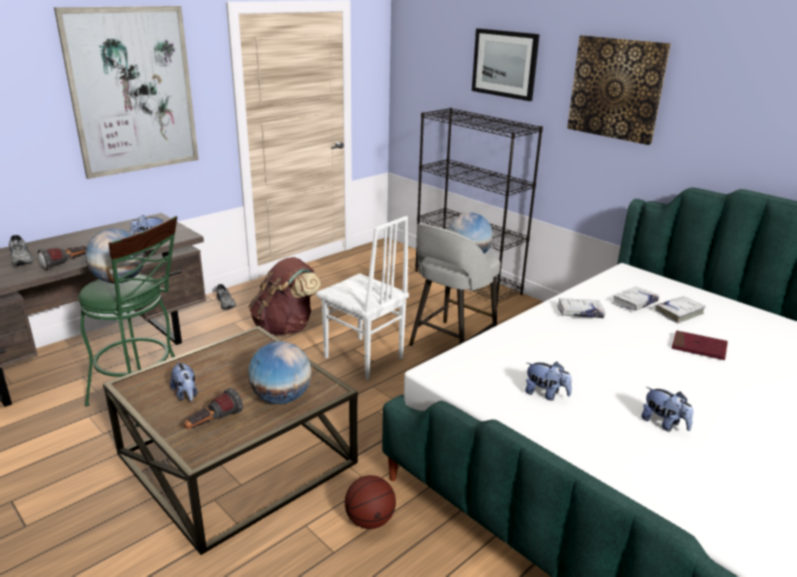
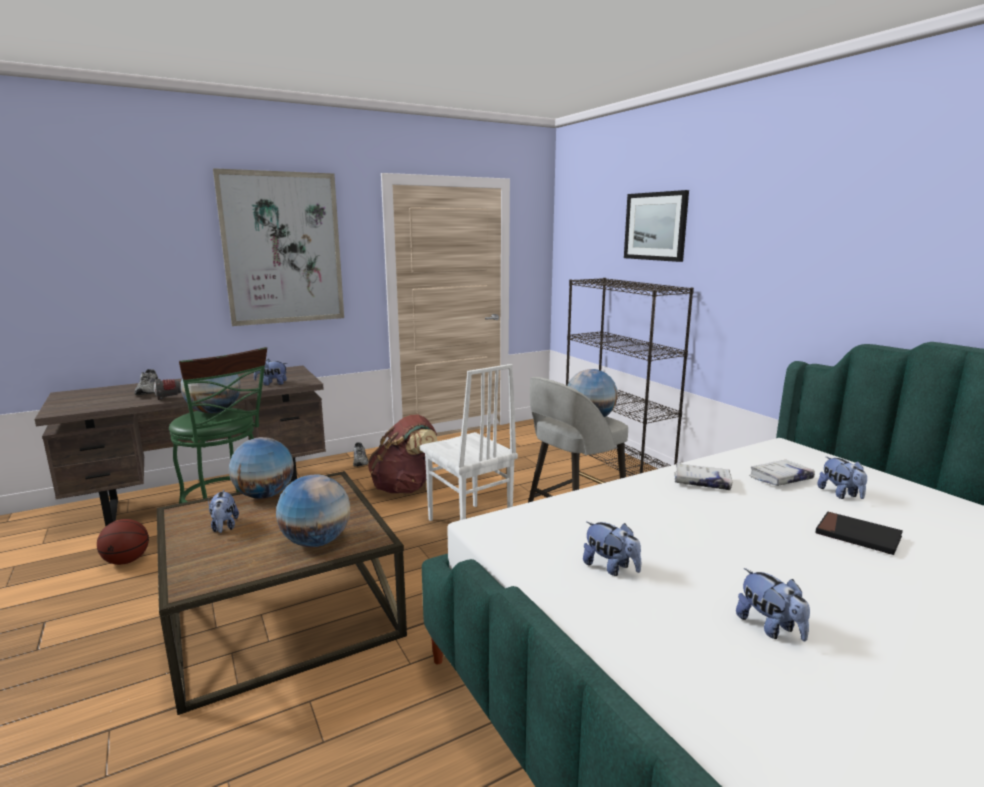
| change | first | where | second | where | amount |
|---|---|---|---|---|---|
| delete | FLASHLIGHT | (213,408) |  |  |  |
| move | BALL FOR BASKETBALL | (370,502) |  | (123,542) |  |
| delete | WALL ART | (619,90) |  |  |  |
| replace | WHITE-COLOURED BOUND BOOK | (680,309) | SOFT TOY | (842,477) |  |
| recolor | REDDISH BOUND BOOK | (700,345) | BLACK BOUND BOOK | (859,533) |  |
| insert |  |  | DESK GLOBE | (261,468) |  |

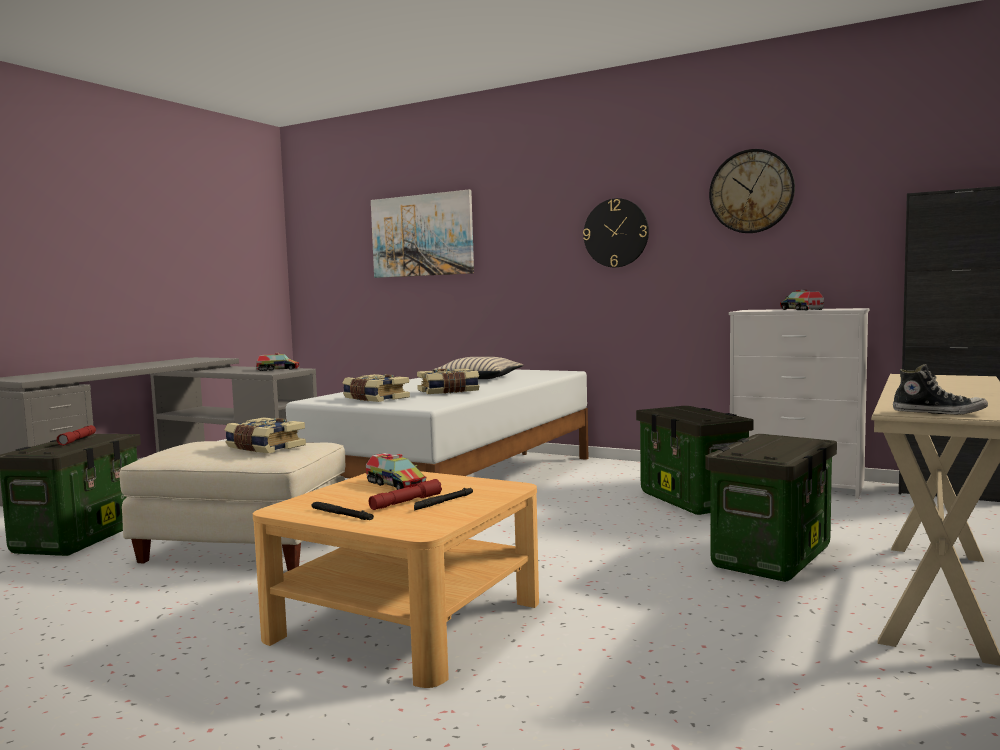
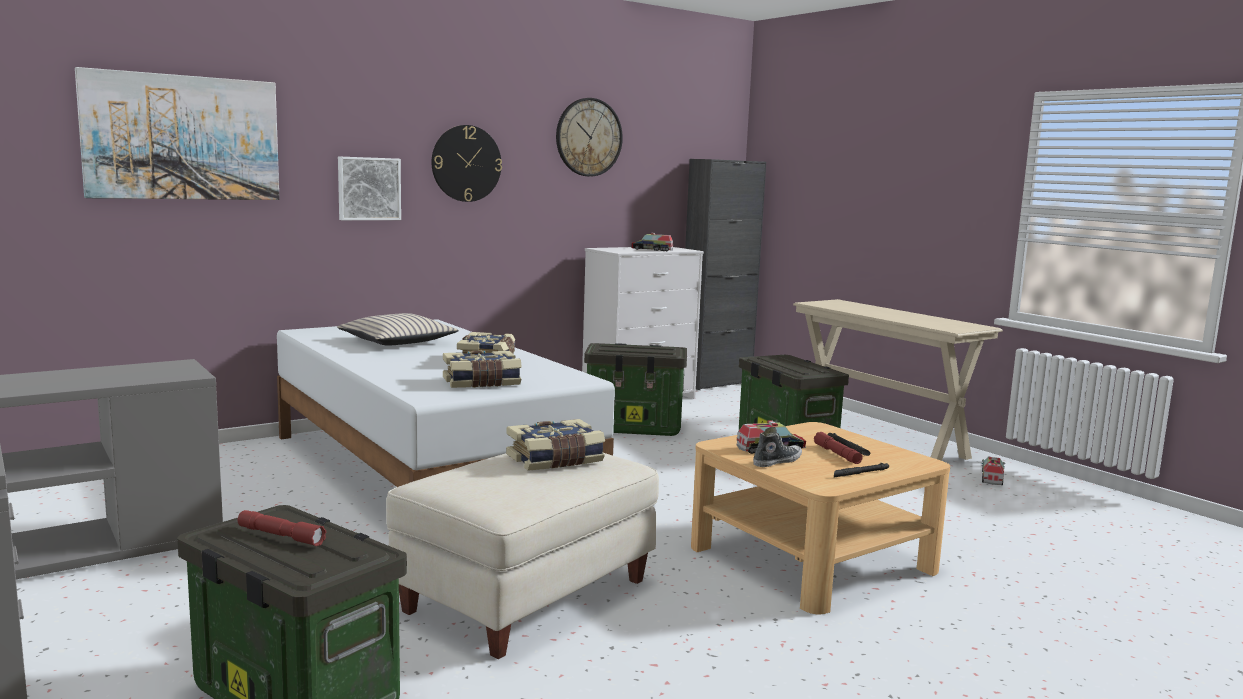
| change | first | where | second | where | amount |
|---|---|---|---|---|---|
| move | TOY LORRY | (278,362) |  | (993,471) |  |
| move | LOW SHOE | (940,389) |  | (777,447) |  |
| insert |  |  | WALL ART | (369,188) |  |

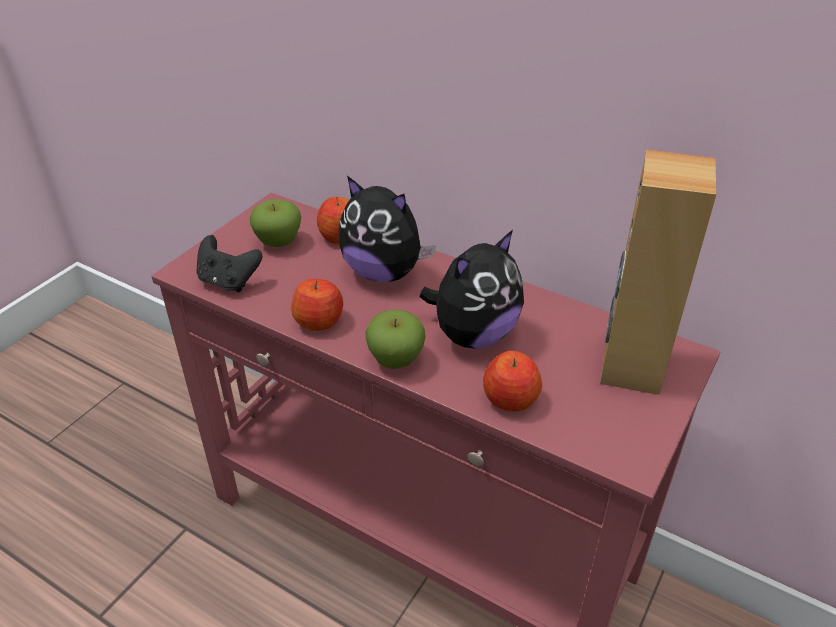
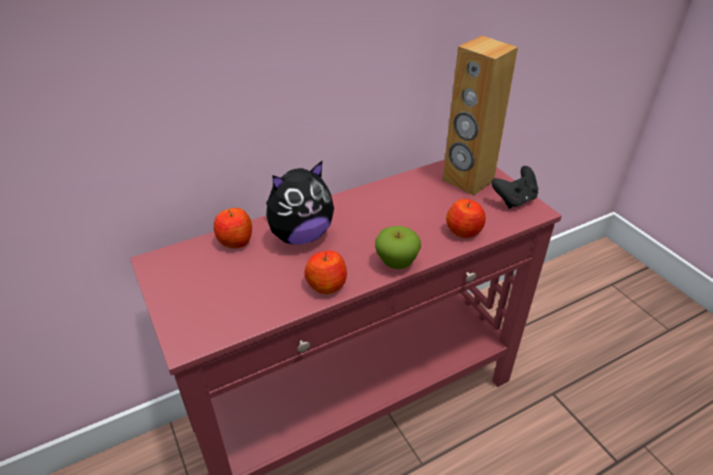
| change | first | where | second | where | amount |
|---|---|---|---|---|---|
| move | BLACK JOYPAD | (229,263) |  | (514,187) |  |
| delete | APPLE | (275,223) |  |  |  |
| delete | SOFT TOY | (472,289) |  |  |  |

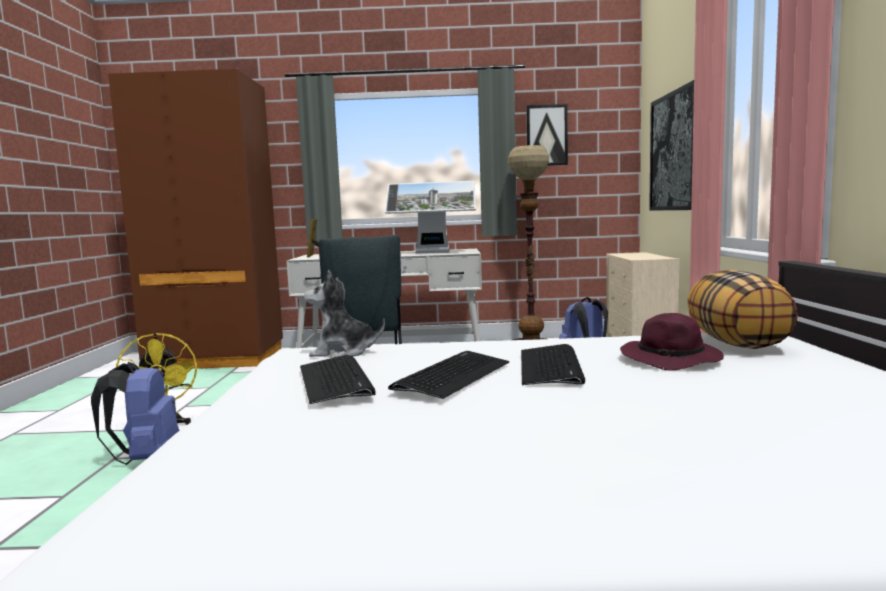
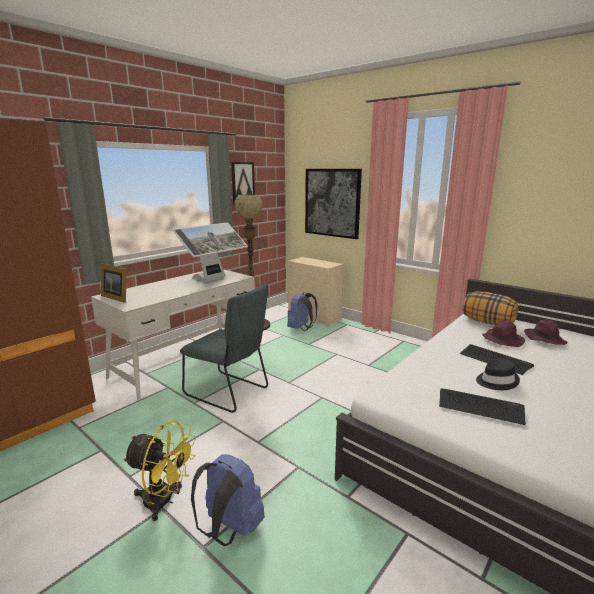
| change | first | where | second | where | amount |
|---|---|---|---|---|---|
| delete | SOFT TOY | (344,313) |  |  |  |
| replace | PC KEYBOARD | (448,375) | BLACK WEARABLE HAT | (498,374) |  |
| insert |  |  | PURPLE-COLOURED WEARABLE HAT | (545,332) |  |

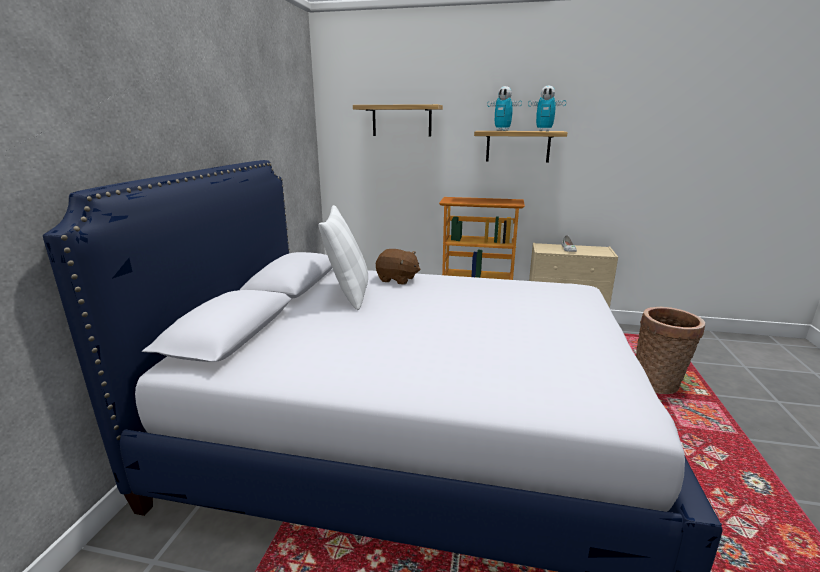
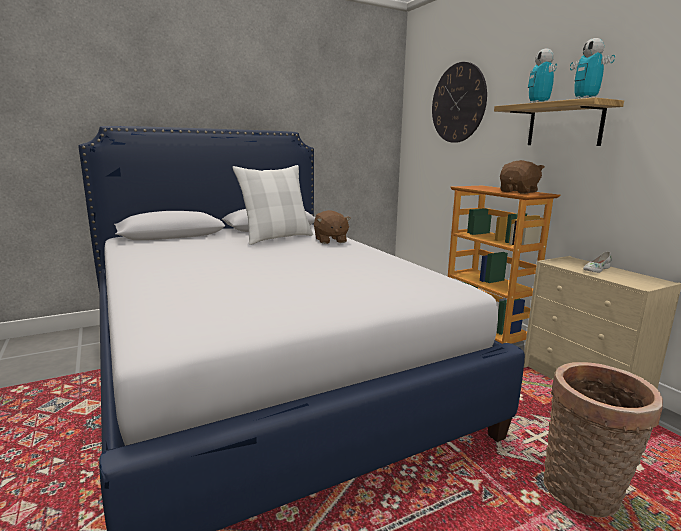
| change | first | where | second | where | amount |
|---|---|---|---|---|---|
| replace | BRACKET SHELF | (398,120) | HANGING CLOCK | (459,102) |  |
| insert |  |  | BROWN SOFT TOY | (522,177) |  |

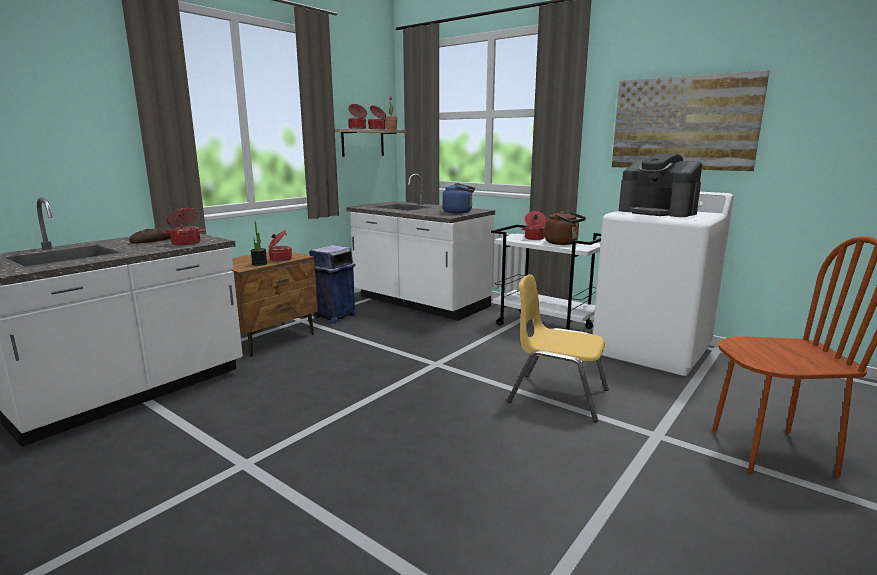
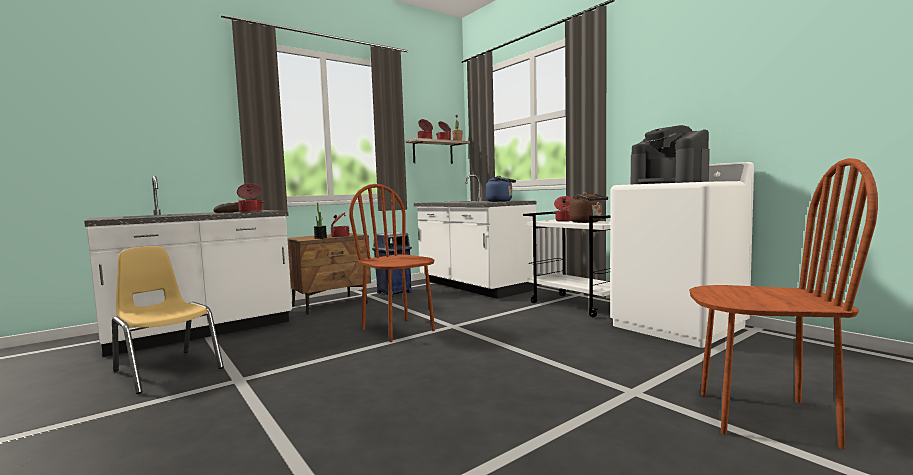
| change | first | where | second | where | amount |
|---|---|---|---|---|---|
| move | YELLOW CHAIR | (558,348) |  | (168,320) |  |
| delete | WALL ART | (691,120) |  |  |  |
| insert |  |  | BROWN CHAIR | (392,263) |  |

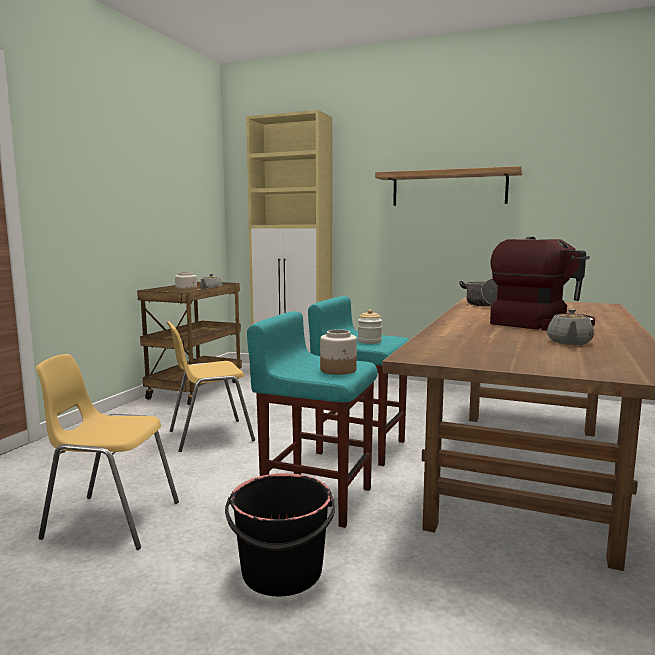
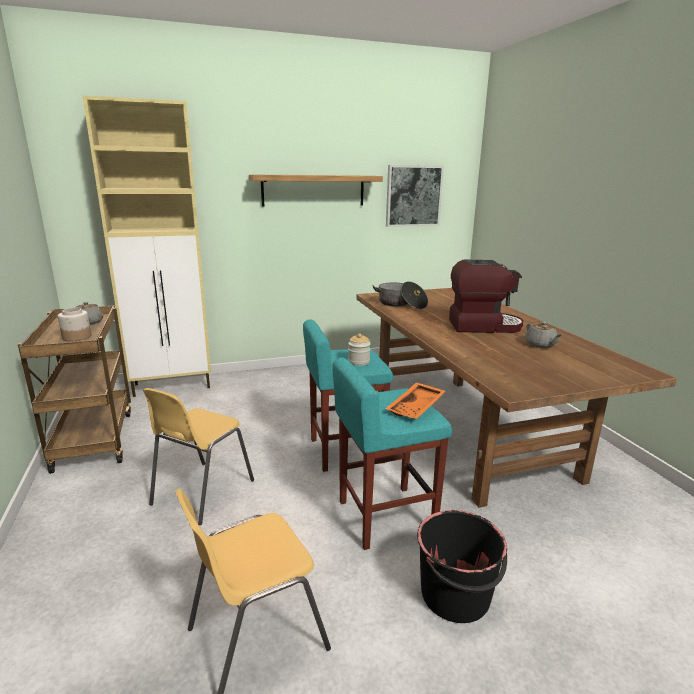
| change | first | where | second | where | amount |
|---|---|---|---|---|---|
| replace | JAR | (338,352) | ORANGE CARRYING TRAY | (416,400) |  |
| insert |  |  | WALL ART | (415,196) |  |

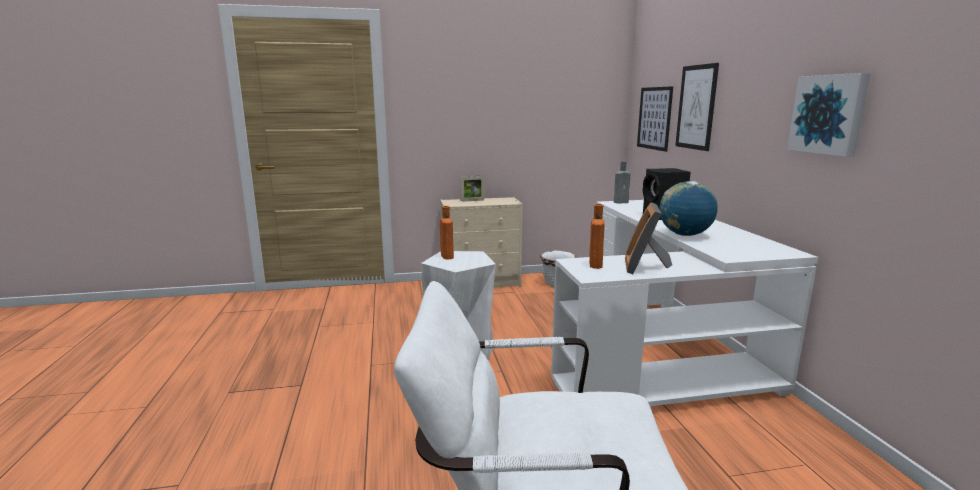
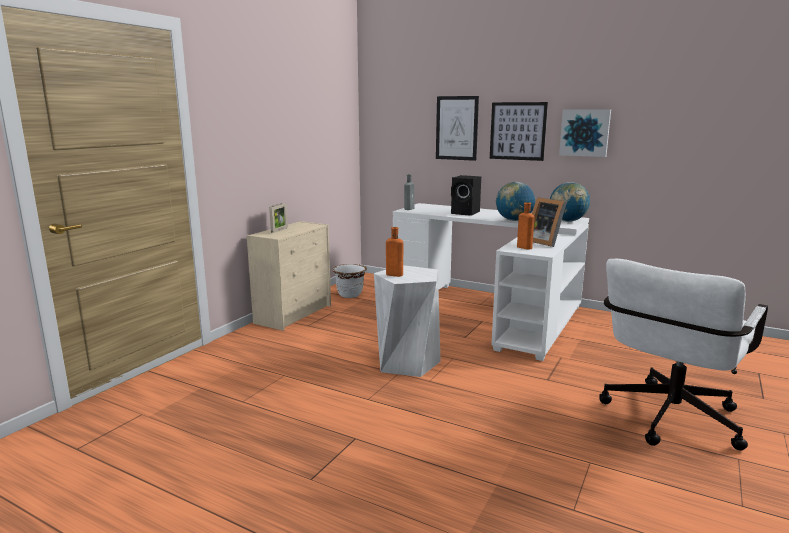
| change | first | where | second | where | amount |
|---|---|---|---|---|---|
| move | WALL ART | (655,119) |  | (519,131) |  |
| insert |  |  | DESK GLOBE | (570,202) |  |

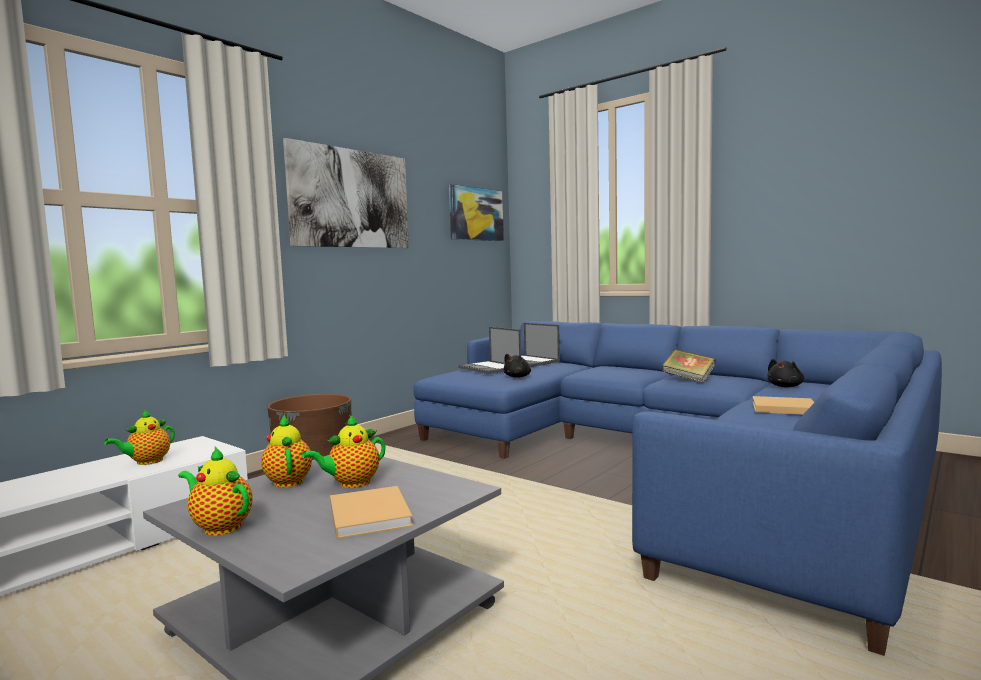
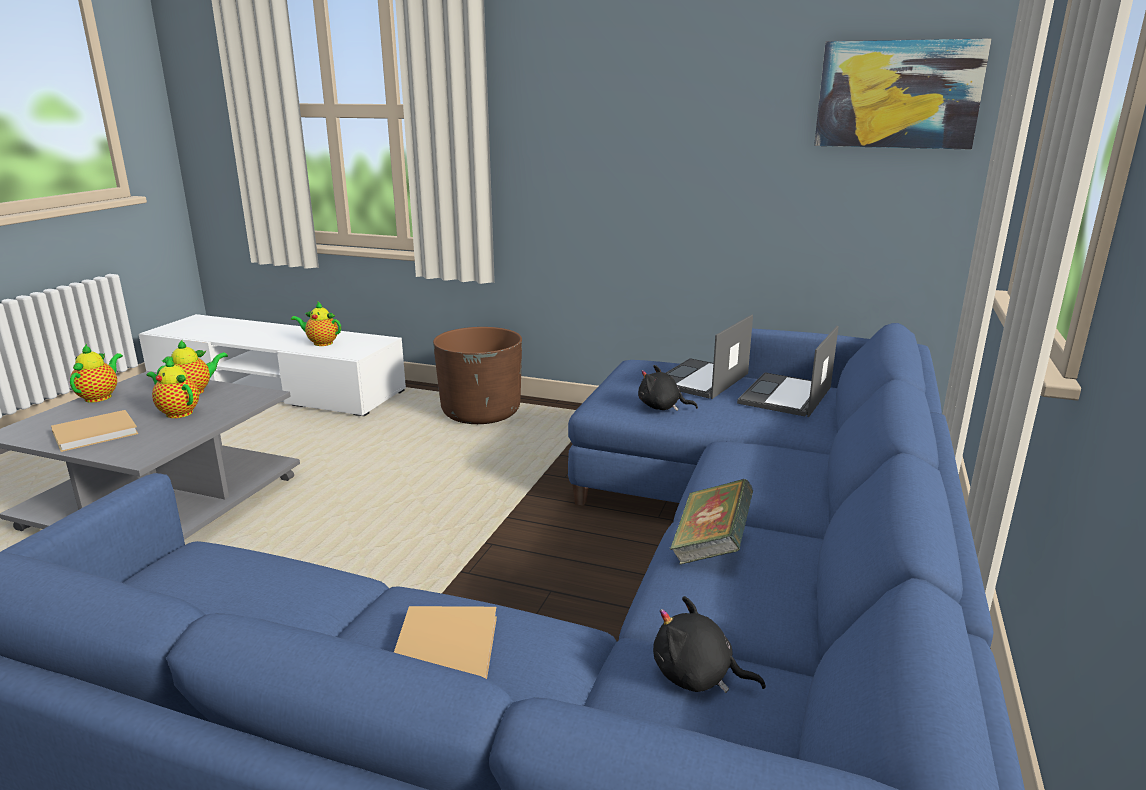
| change | first | where | second | where | amount |
|---|---|---|---|---|---|
| delete | WALL ART | (346,193) |  |  |  |

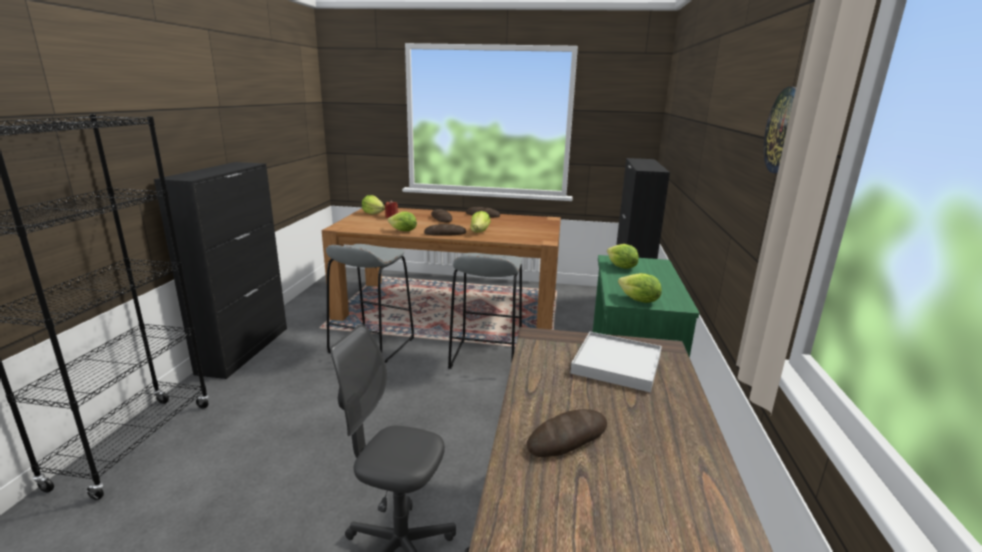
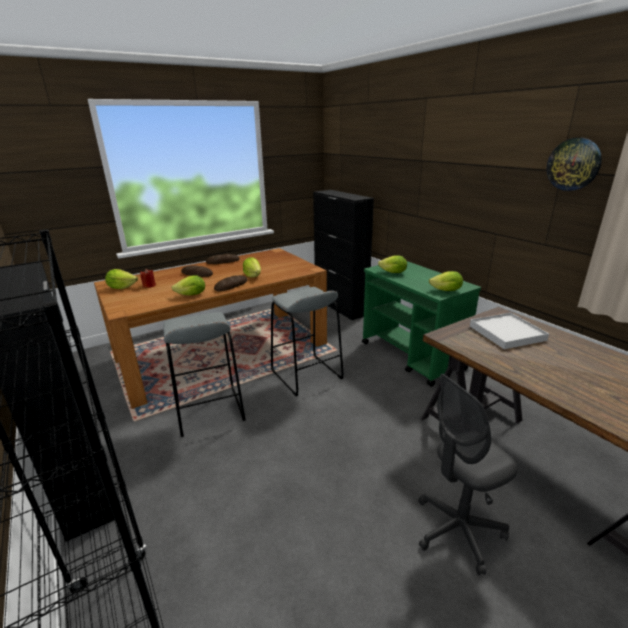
| change | first | where | second | where | amount |
|---|---|---|---|---|---|
| delete | BAKED BREAD | (567,433) |  |  |  |

